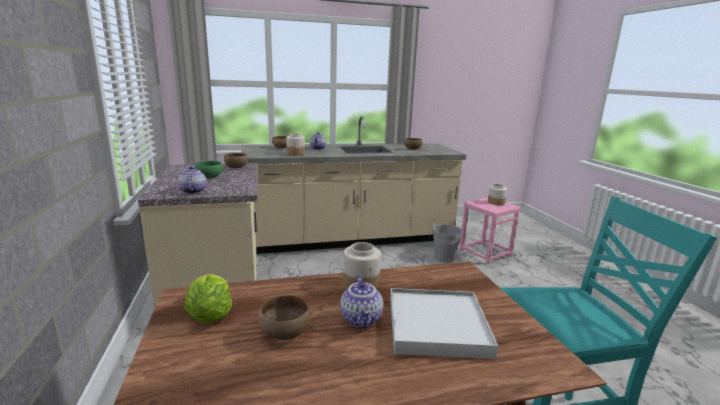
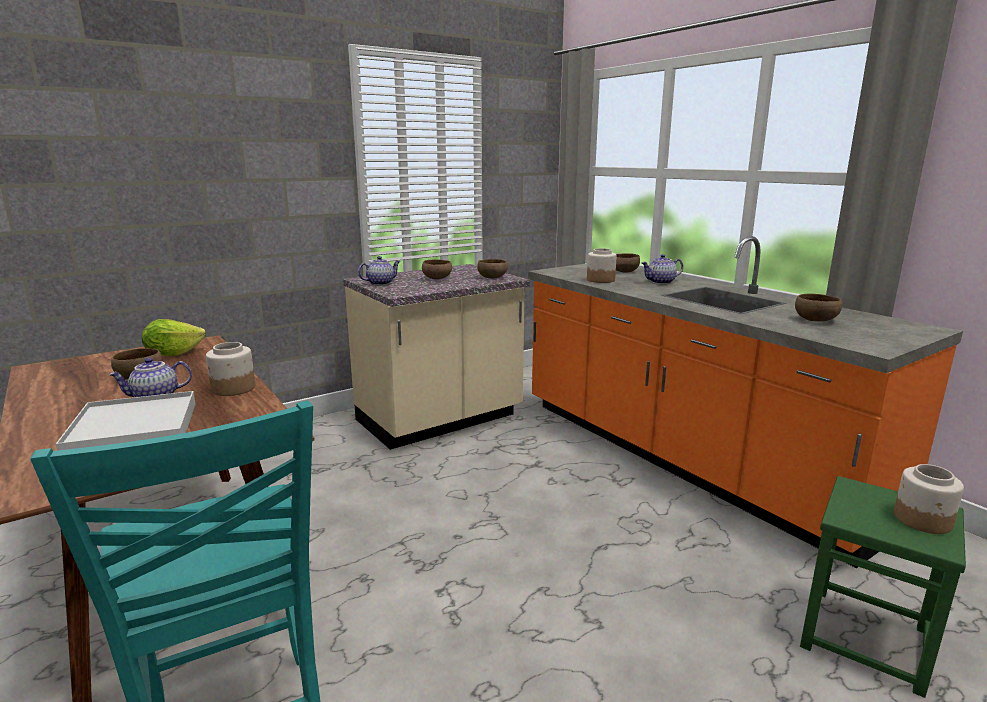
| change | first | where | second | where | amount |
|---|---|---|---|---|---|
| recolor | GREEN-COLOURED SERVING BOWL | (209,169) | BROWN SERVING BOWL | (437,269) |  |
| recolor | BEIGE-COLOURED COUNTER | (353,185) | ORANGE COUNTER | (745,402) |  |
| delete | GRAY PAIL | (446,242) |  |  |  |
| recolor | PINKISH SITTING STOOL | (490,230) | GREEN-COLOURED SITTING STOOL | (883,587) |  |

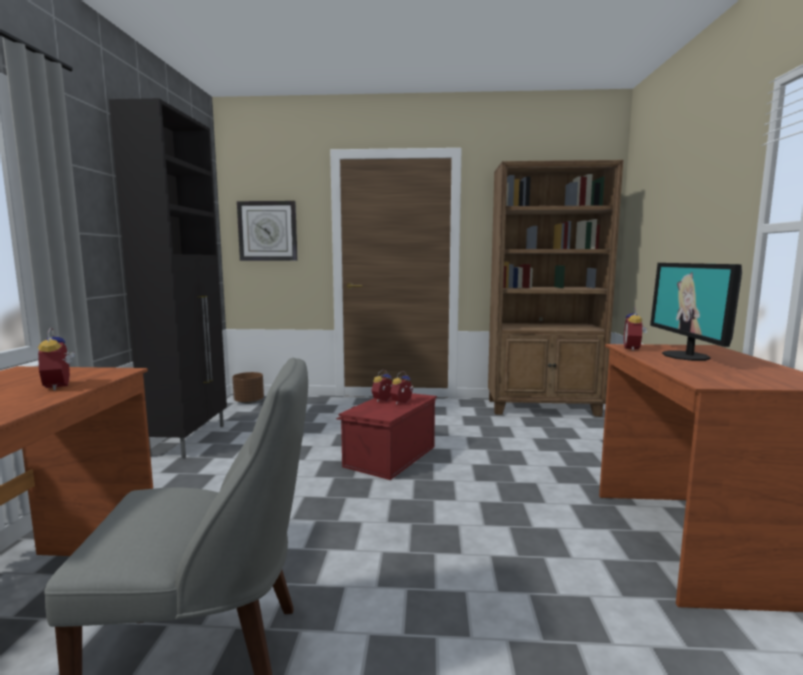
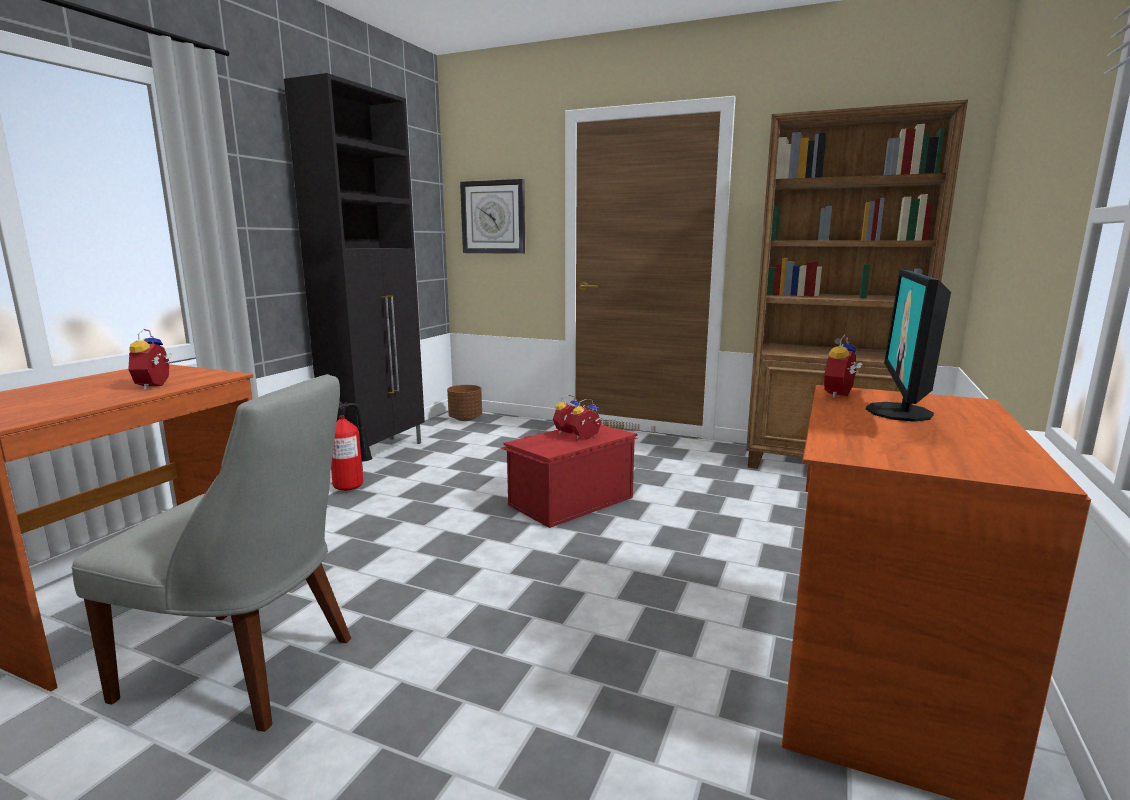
| change | first | where | second | where | amount |
|---|---|---|---|---|---|
| insert |  |  | FIRE-FIGHTING CYLINDER | (351,446) |  |

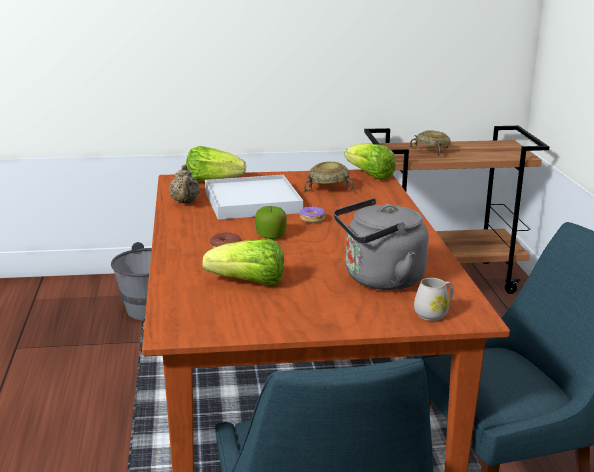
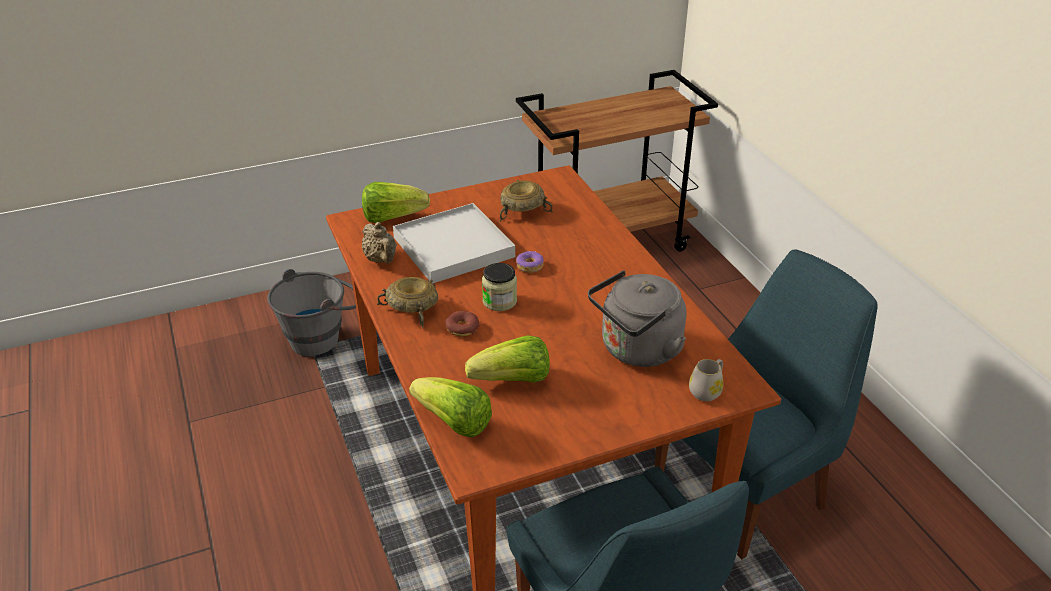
| change | first | where | second | where | amount |
|---|---|---|---|---|---|
| replace | APPLE | (271,222) | JAR | (499,287) |  |
| move | HEAD OF LETTUCE | (370,162) |  | (450,407) |  |
| move | BEIGE-COLOURED SERVING BOWL | (430,143) |  | (407,303) |  |

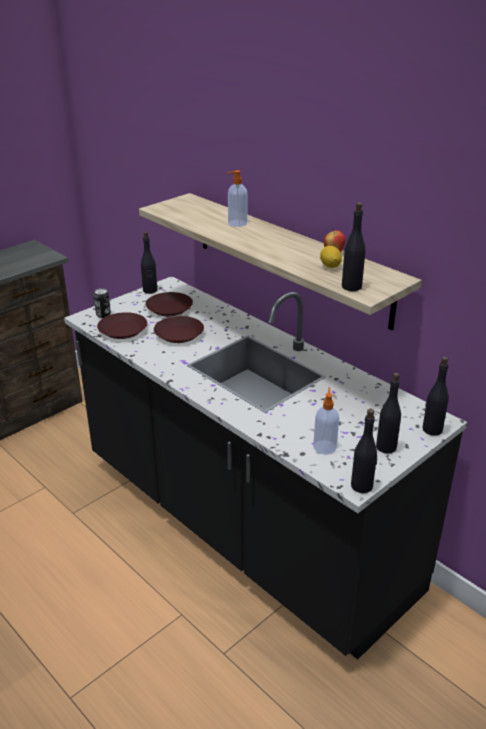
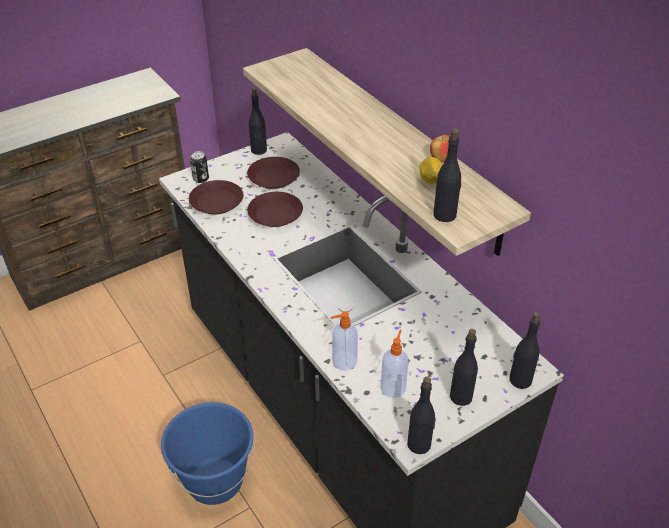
| change | first | where | second | where | amount |
|---|---|---|---|---|---|
| move | LIQUID SOAP BOTTLE | (237,198) |  | (344,341) |  |
| insert |  |  | BLUISH PAIL | (208,453) |  |

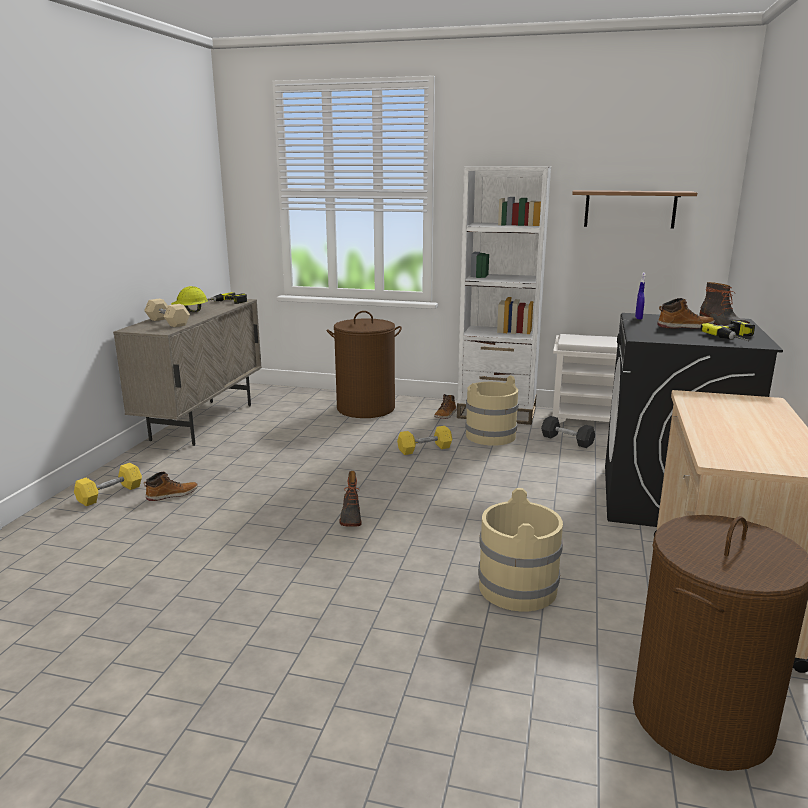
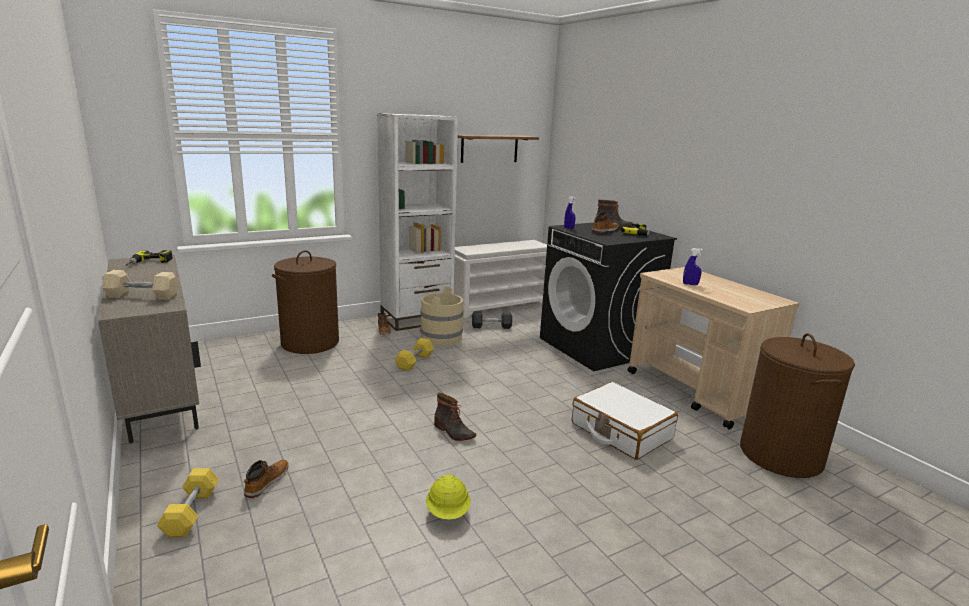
| change | first | where | second | where | amount |
|---|---|---|---|---|---|
| move | YELLOW HARD HAT | (189,299) |  | (448,497) |  |
| replace | BEIGE-COLOURED PAIL | (520,549) | WHITE-COLOURED TRAVEL CASE | (625,421) |  |
| insert |  |  | BLUISH SPRAYER | (693,266) |  |

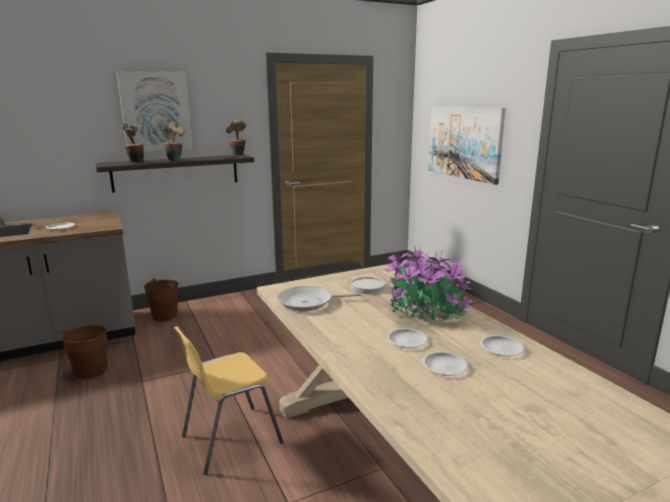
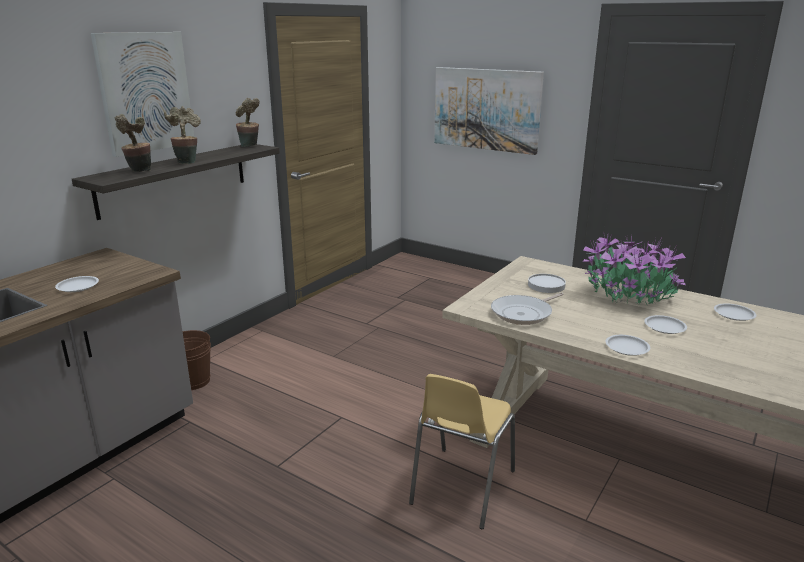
| change | first | where | second | where | amount |
|---|---|---|---|---|---|
| delete | BROWN PAIL | (83,352) |  |  |  |
| move | WHITE-COLOURED DINNER PLATE | (445,364) |  | (628,345) |  |

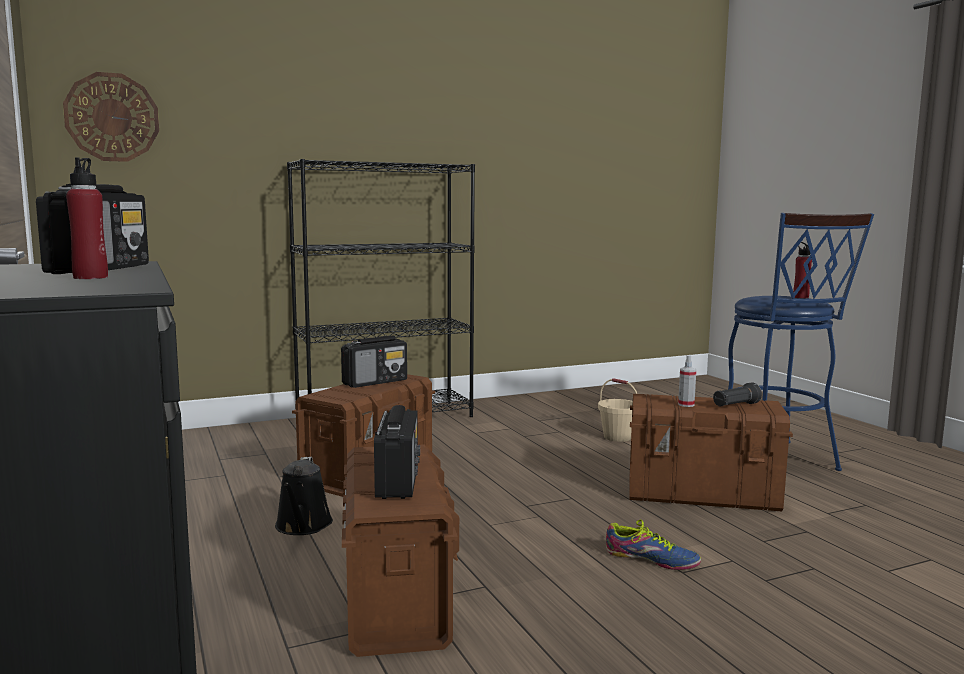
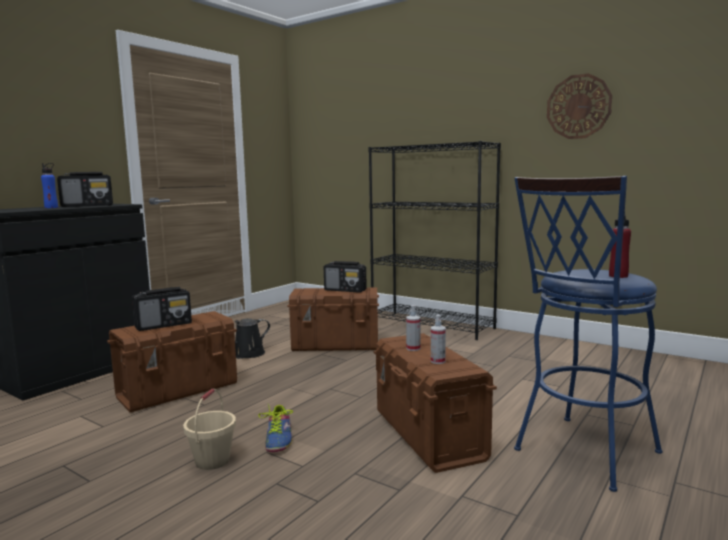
| change | first | where | second | where | amount |
|---|---|---|---|---|---|
| move | HANGING CLOCK | (111,117) |  | (579,106) |  |
| recolor | REDDISH BOTTLE | (87,218) | BLUISH BOTTLE | (49,185) |  |
| move | BEIGE-COLOURED PAIL | (617,410) |  | (209,429) |  |
| replace | BLACK FLASHLIGHT | (737,394) | SPRAYER | (438,339) |  |

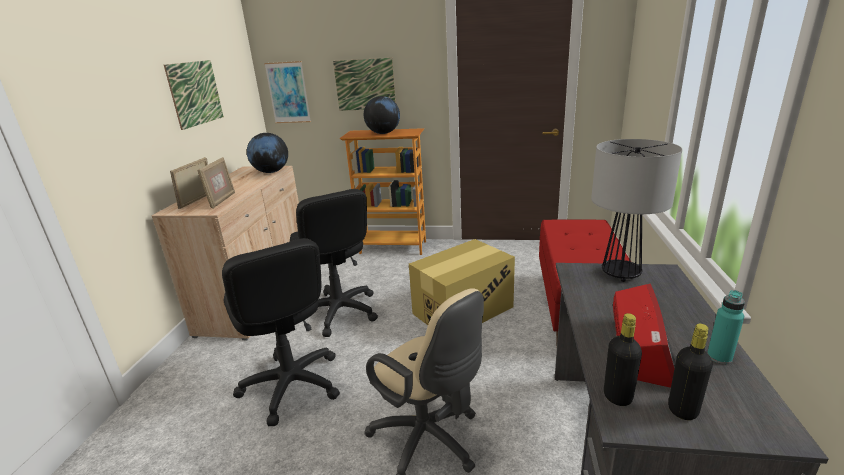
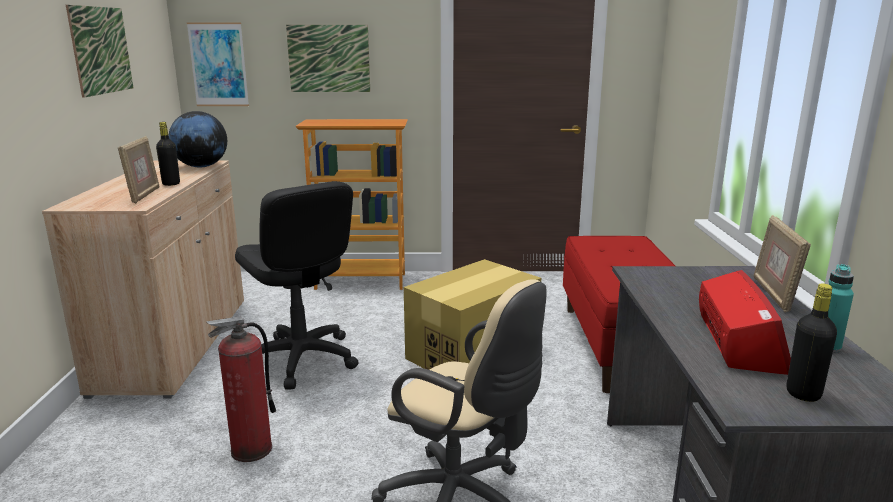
| change | first | where | second | where | amount |
|---|---|---|---|---|---|
| move | PICTURE FRAME | (189,183) |  | (782,264) |  |
| replace | BLACK OFFICE CHAIR | (281,332) | FIRE-FIGHTING CYLINDER | (241,389) |  |
| delete | DESK GLOBE | (382,115) |  |  |  |
| delete | TABLE LAMP | (636,210) |  |  |  |
| move | BLACK BOTTLE | (623,359) |  | (168,154) |  |

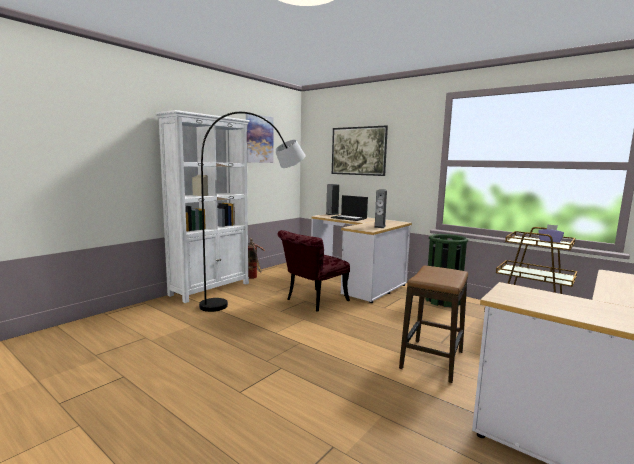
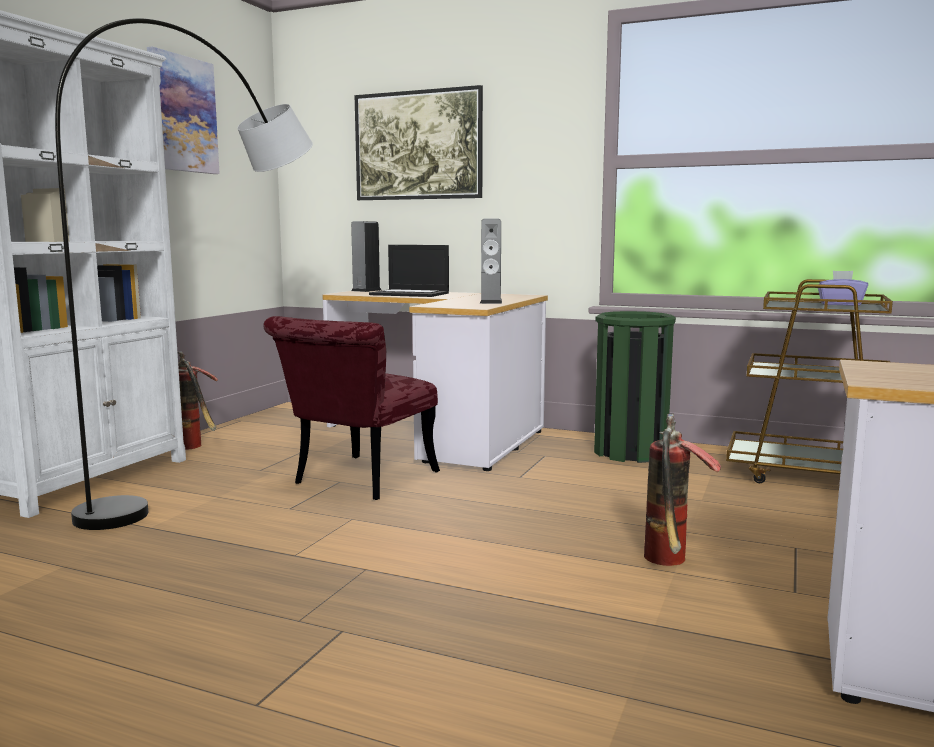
| change | first | where | second | where | amount |
|---|---|---|---|---|---|
| replace | SITTING STOOL | (433,324) | FIRE-FIGHTING CYLINDER | (682,489) |  |

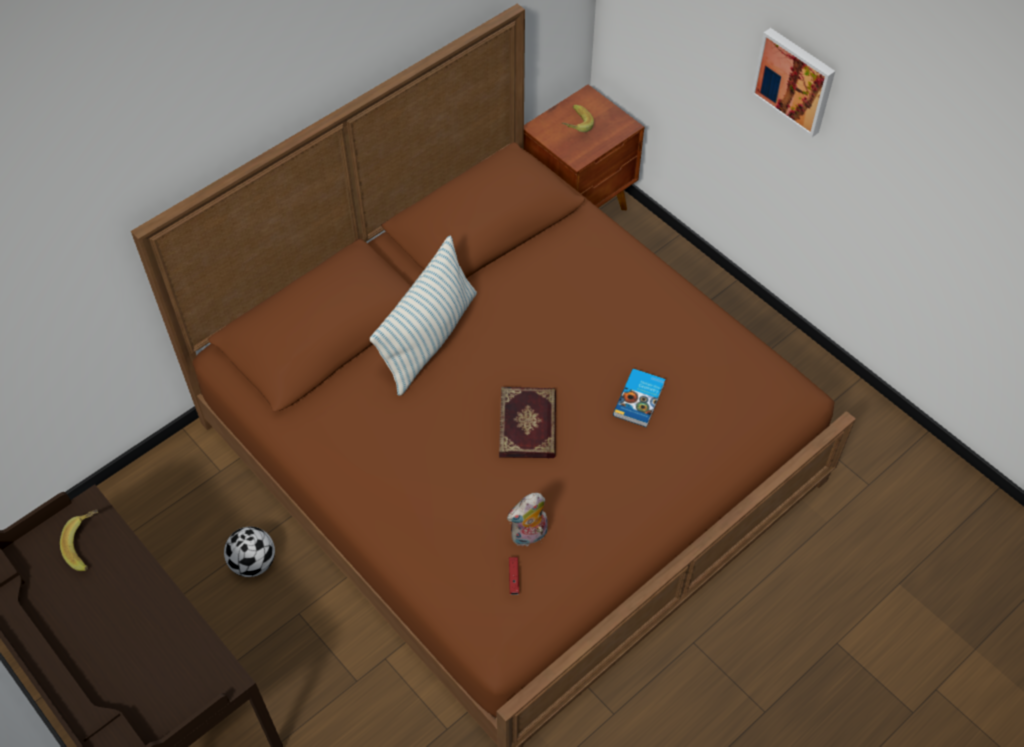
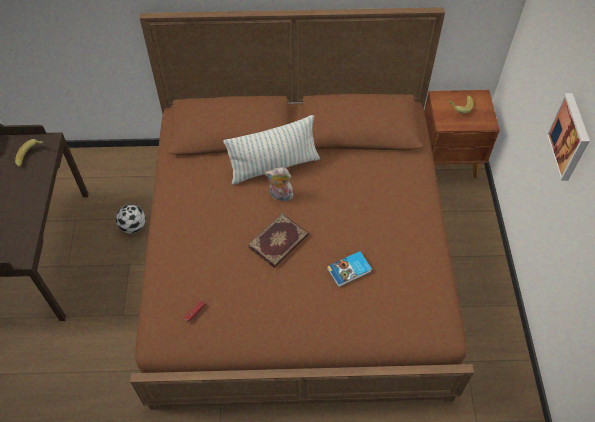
| change | first | where | second | where | amount |
|---|---|---|---|---|---|
| move | SOFT TOY | (527,519) |  | (279,184) |  |

